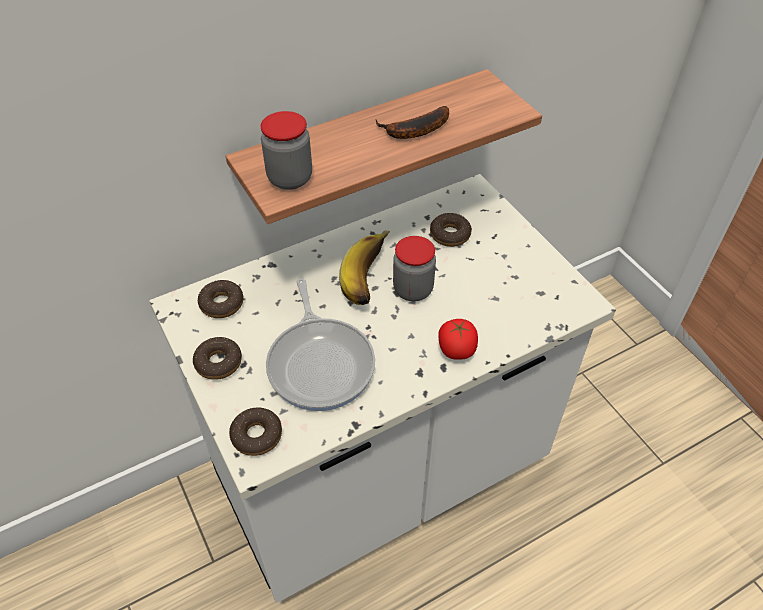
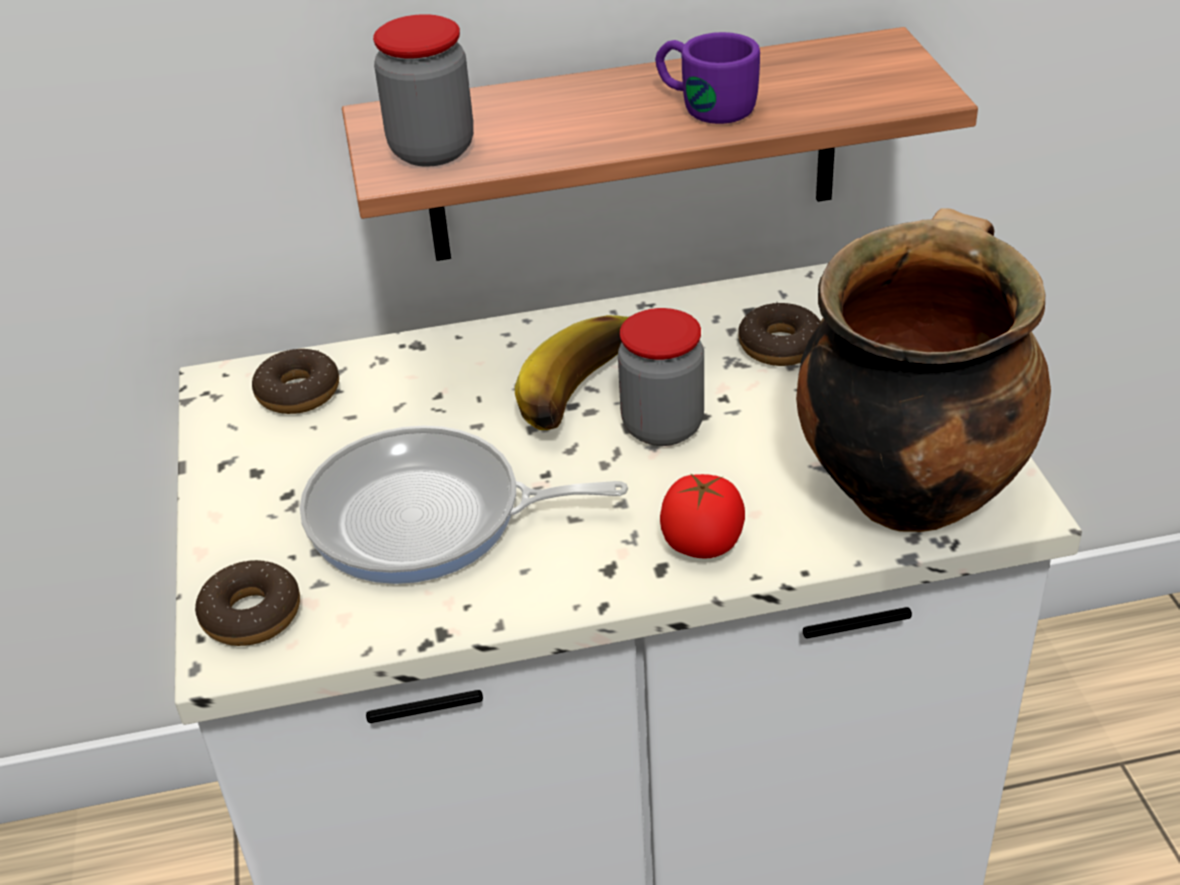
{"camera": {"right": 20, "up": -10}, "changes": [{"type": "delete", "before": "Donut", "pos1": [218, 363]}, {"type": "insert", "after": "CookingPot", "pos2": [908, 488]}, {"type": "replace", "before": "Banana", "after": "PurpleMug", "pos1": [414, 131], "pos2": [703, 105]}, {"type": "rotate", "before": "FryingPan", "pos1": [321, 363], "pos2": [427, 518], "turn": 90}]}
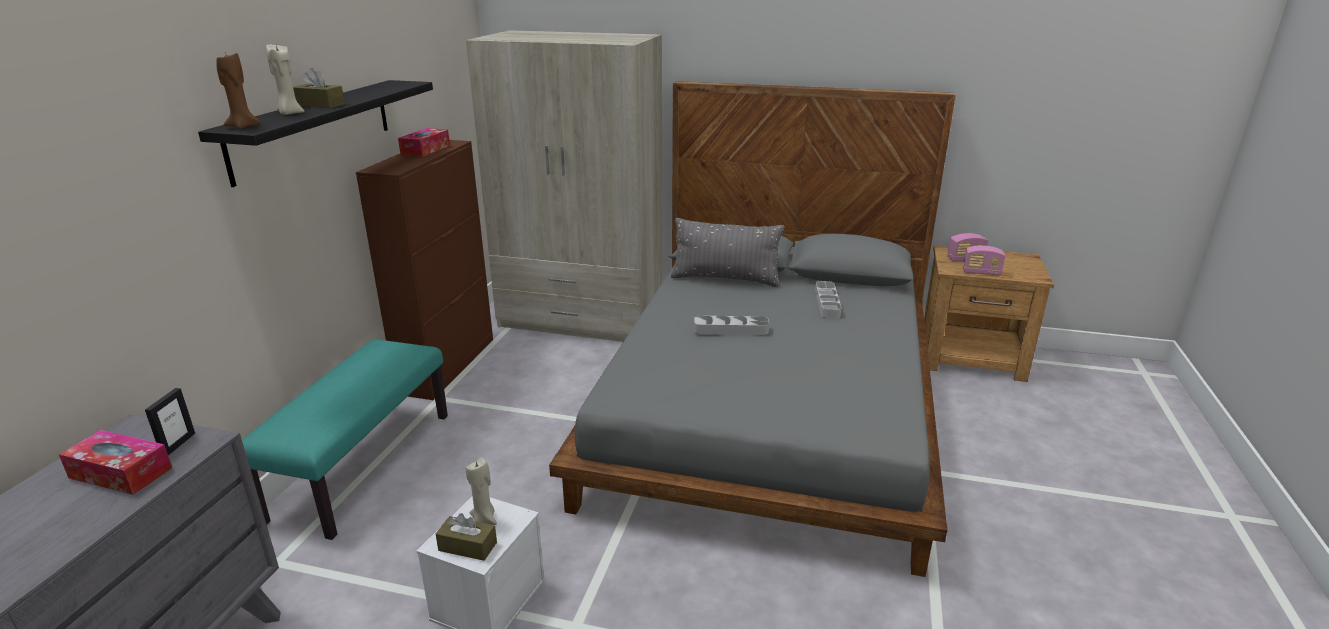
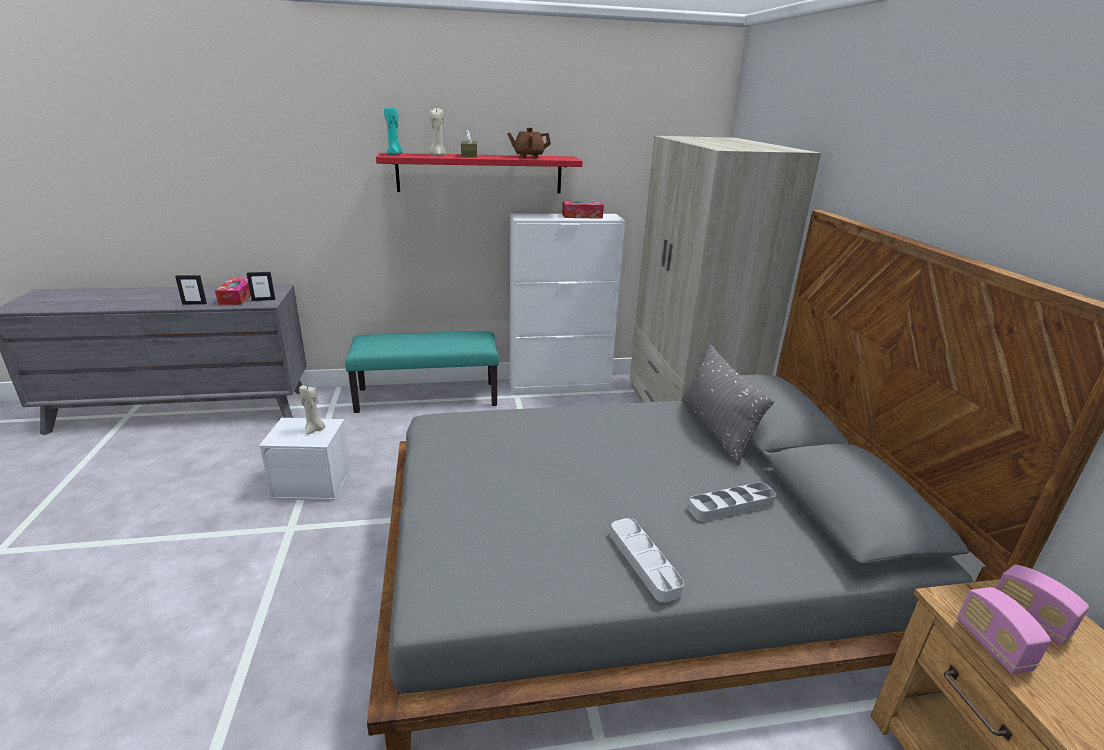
{"camera": {"right": 65, "up": 0}, "changes": [{"type": "delete", "before": "BrownTissueBox", "pos1": [467, 546]}, {"type": "insert", "after": "PictureFrame", "pos2": [194, 304]}, {"type": "insert", "after": "BrownTeapot", "pos2": [528, 157]}, {"type": "move", "before": "GreyTray", "pos1": [731, 329], "pos2": [644, 562]}, {"type": "recolor", "before": "BlackShelf", "after": "RedShelf", "pos1": [314, 128], "pos2": [480, 173]}, {"type": "recolor", "before": "BrownCandle", "after": "TurquoiseCandle", "pos1": [243, 127], "pos2": [394, 154]}, {"type": "recolor", "before": "BrownCabinet", "after": "WhiteCabinet", "pos1": [448, 365], "pos2": [560, 385]}]}
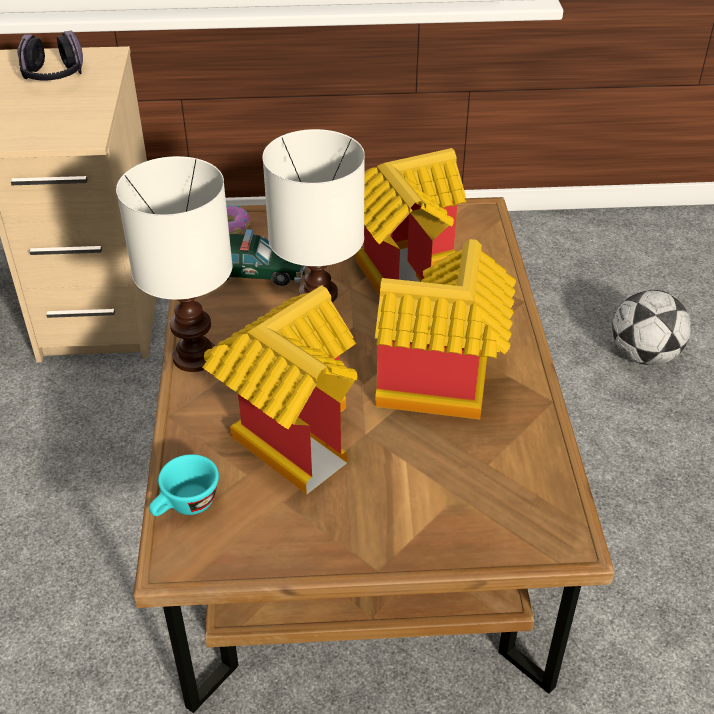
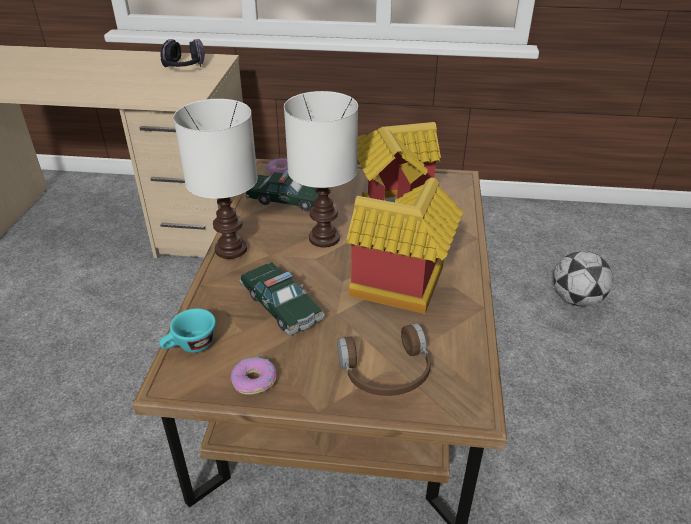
{"camera": {"right": 10, "up": -5}, "changes": [{"type": "insert", "after": "Donut", "pos2": [254, 381]}, {"type": "insert", "after": "BrownHeadphones", "pos2": [387, 373]}, {"type": "replace", "before": "ToyHouse", "after": "ToyCar", "pos1": [289, 432], "pos2": [281, 306]}]}
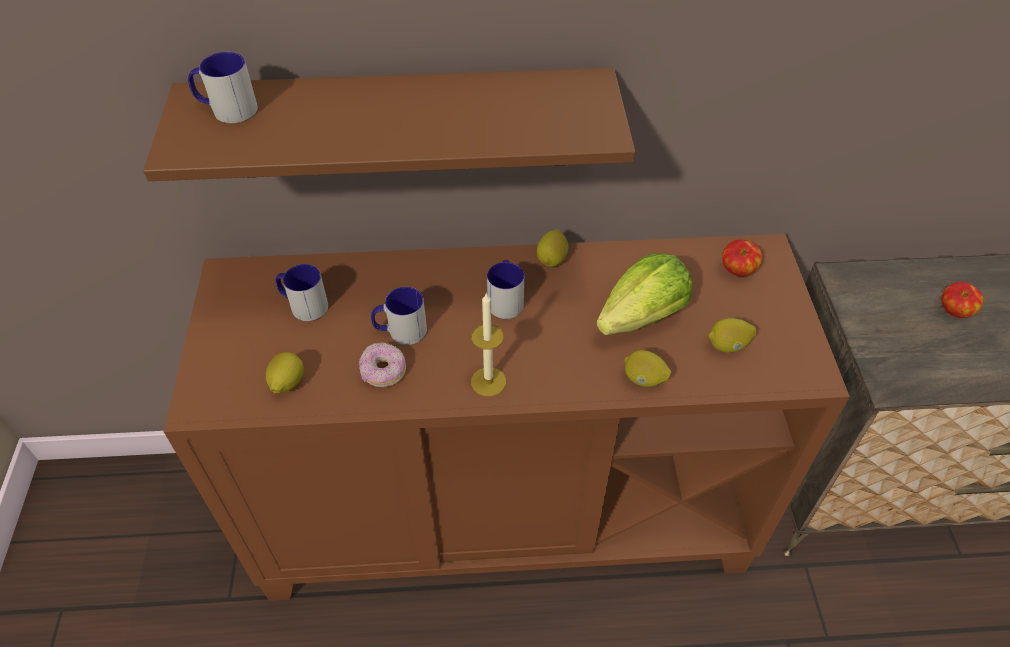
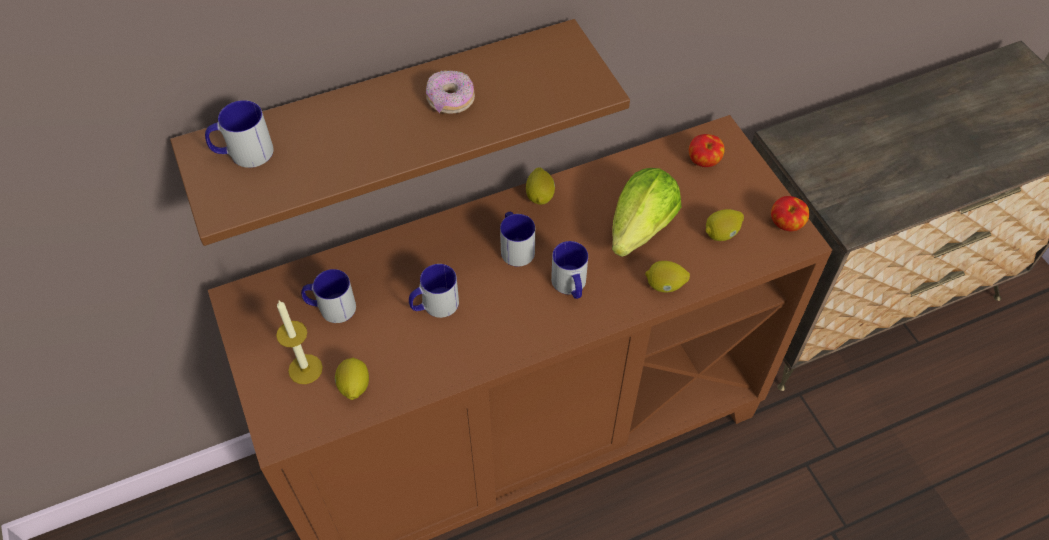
{"camera": {"right": -20, "up": 5}, "changes": [{"type": "insert", "after": "Mug", "pos2": [570, 286]}, {"type": "move", "before": "Donut", "pos1": [383, 371], "pos2": [450, 100]}, {"type": "move", "before": "Candle", "pos1": [488, 381], "pos2": [305, 369]}, {"type": "move", "before": "Apple", "pos1": [954, 312], "pos2": [785, 225]}]}
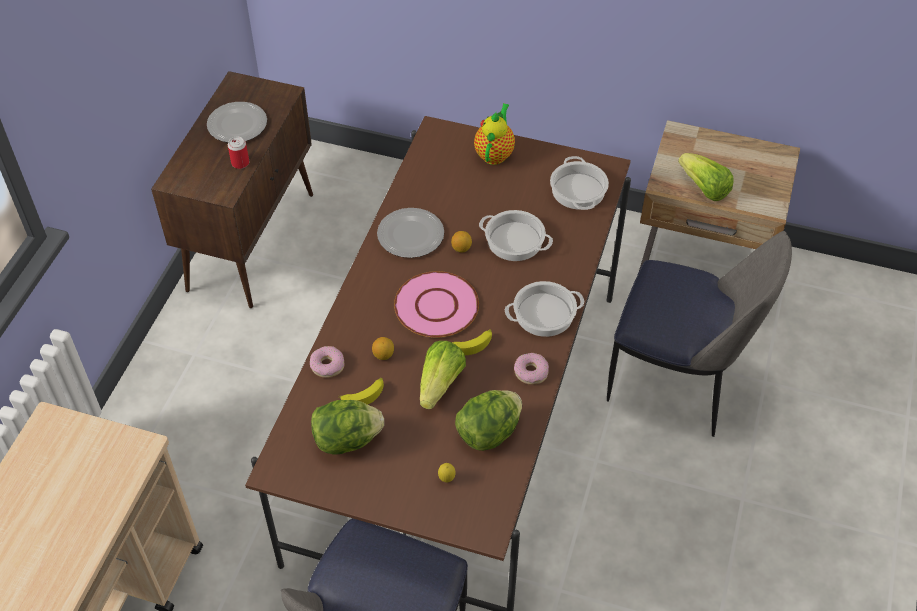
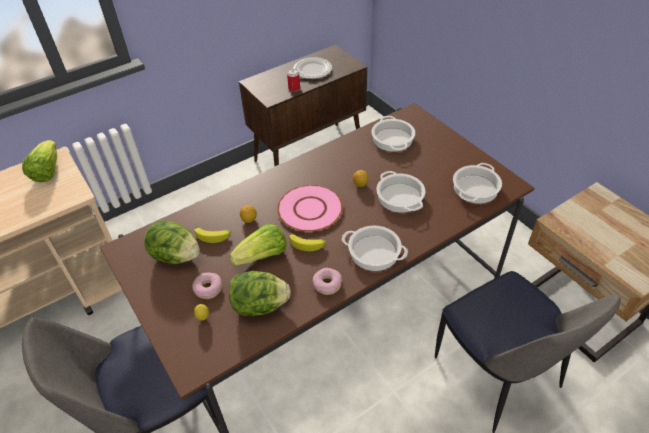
{"camera": {"right": 40, "up": -5}, "changes": [{"type": "delete", "before": "Plate", "pos1": [410, 234]}, {"type": "delete", "before": "Teapot", "pos1": [495, 153]}, {"type": "insert", "after": "CookingPot", "pos2": [392, 139]}, {"type": "move", "before": "Donut", "pos1": [327, 365], "pos2": [208, 288]}, {"type": "move", "before": "Lettuce", "pos1": [703, 188], "pos2": [47, 171]}]}
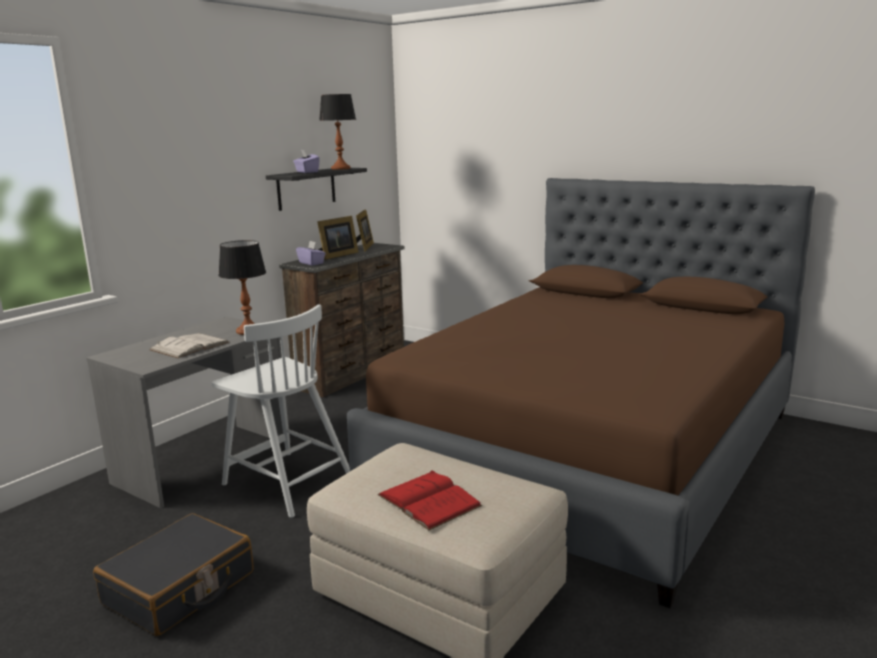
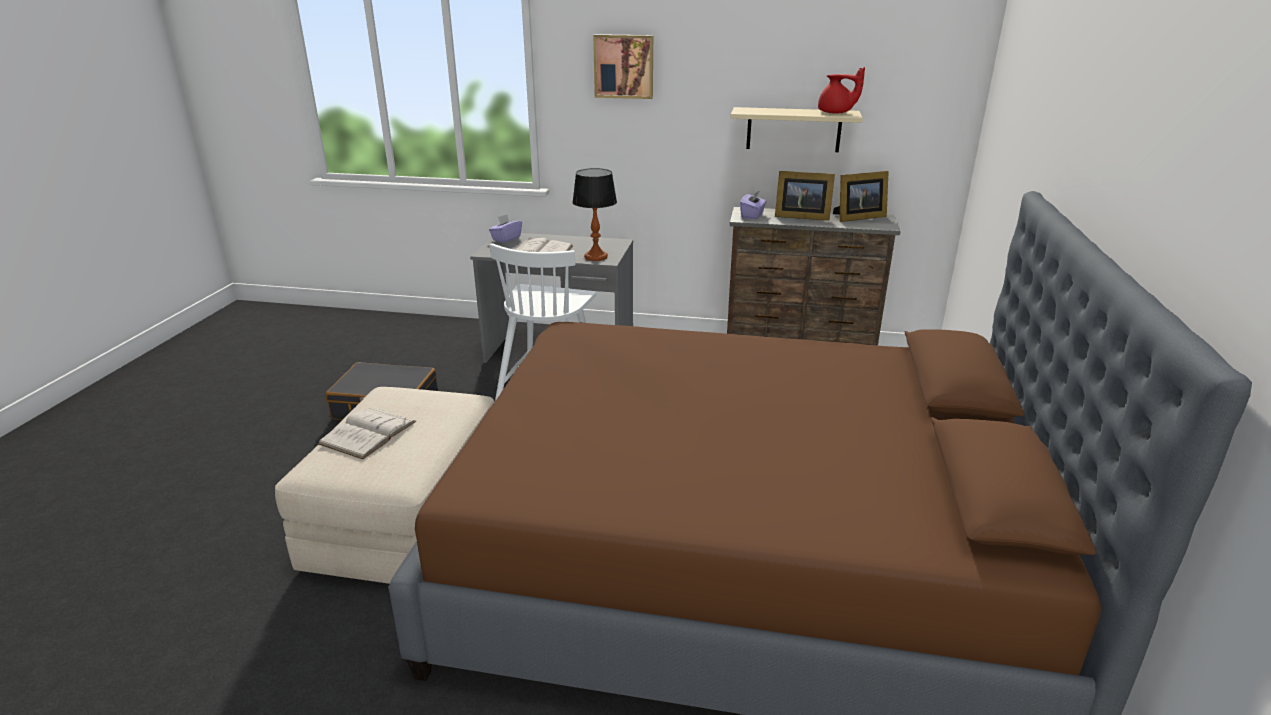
{"camera": {"right": 65, "up": 10}, "changes": [{"type": "insert", "after": "Picture", "pos2": [624, 66]}, {"type": "move", "before": "PurpleTissueBox", "pos1": [307, 172], "pos2": [506, 238]}, {"type": "replace", "before": "TableLamp", "after": "RedTeapot", "pos1": [341, 168], "pos2": [836, 113]}, {"type": "recolor", "before": "BlackShelf", "after": "BeigeShelf", "pos1": [306, 188], "pos2": [793, 129]}, {"type": "recolor", "before": "RedBook", "after": "WhiteBook", "pos1": [428, 500], "pos2": [368, 432]}]}
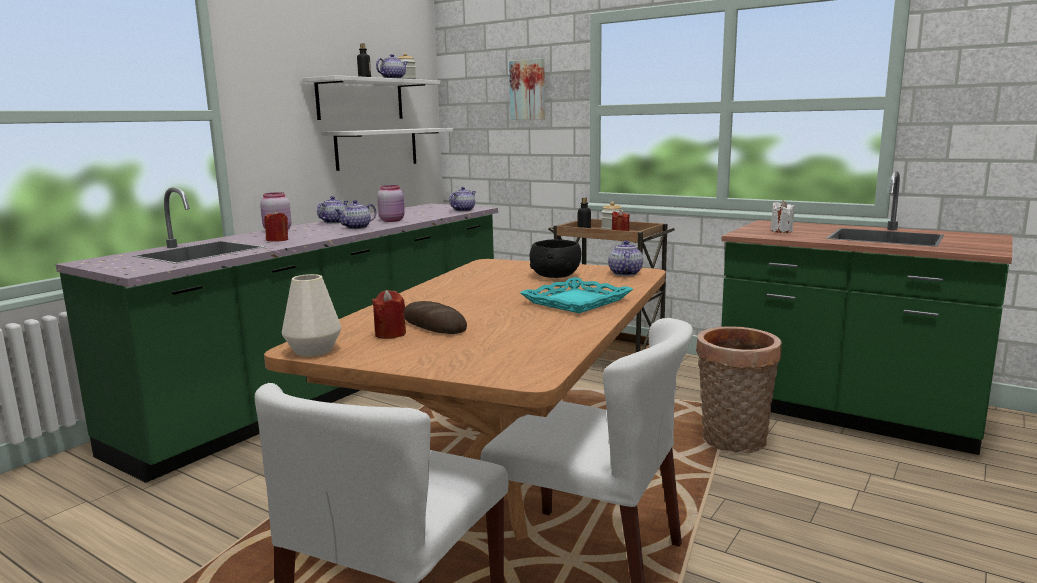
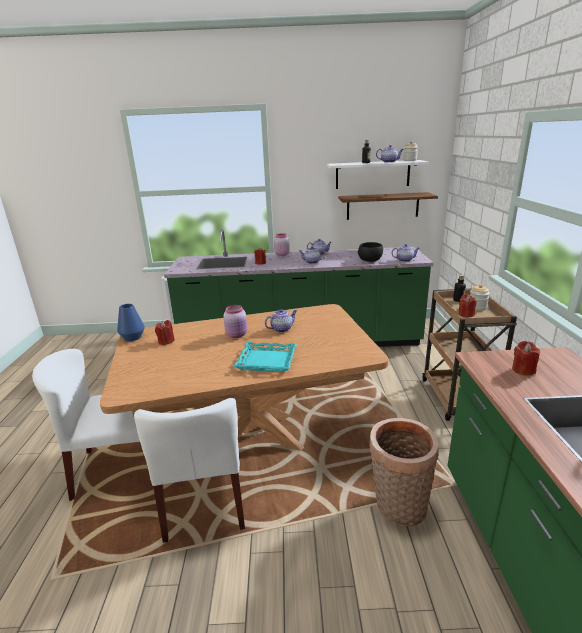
{"camera": {"right": 55, "up": 10}, "changes": [{"type": "delete", "before": "Bread", "pos1": [433, 324]}, {"type": "delete", "before": "Picture", "pos1": [528, 89]}, {"type": "move", "before": "PinkJar", "pos1": [392, 220], "pos2": [237, 335]}, {"type": "move", "before": "BlackBowl", "pos1": [556, 276], "pos2": [370, 260]}, {"type": "move", "before": "Teapot", "pos1": [624, 273], "pos2": [282, 329]}, {"type": "recolor", "before": "WhiteVase", "after": "BlueVase", "pos1": [314, 350], "pos2": [133, 337]}, {"type": "recolor", "before": "WhiteShelf", "after": "BrownShelf", "pos1": [377, 148], "pos2": [382, 206]}, {"type": "recolor", "before": "WhiteCandle", "after": "RedCandle", "pos1": [781, 231], "pos2": [523, 370]}]}
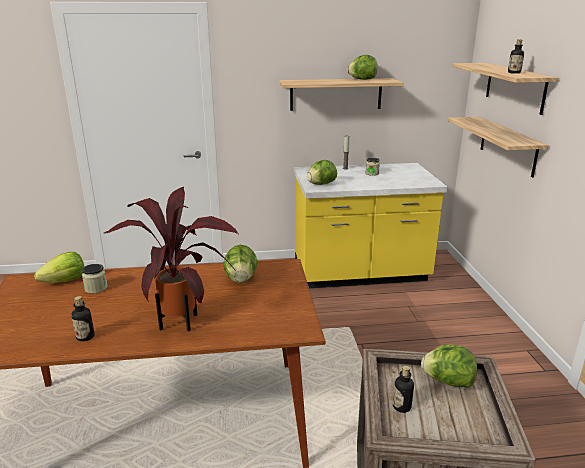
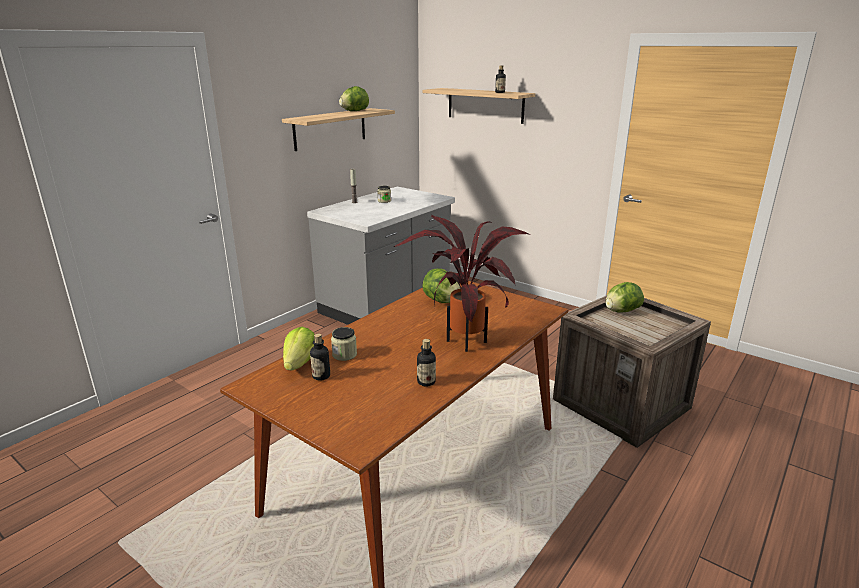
{"camera": {"right": -45, "up": 0}, "changes": [{"type": "delete", "before": "Lettuce", "pos1": [321, 184]}, {"type": "delete", "before": "Shelf", "pos1": [507, 145]}, {"type": "move", "before": "Bottle", "pos1": [401, 406], "pos2": [321, 376]}, {"type": "recolor", "before": "YellowCounter", "after": "GreyCounter", "pos1": [360, 273], "pos2": [387, 301]}]}
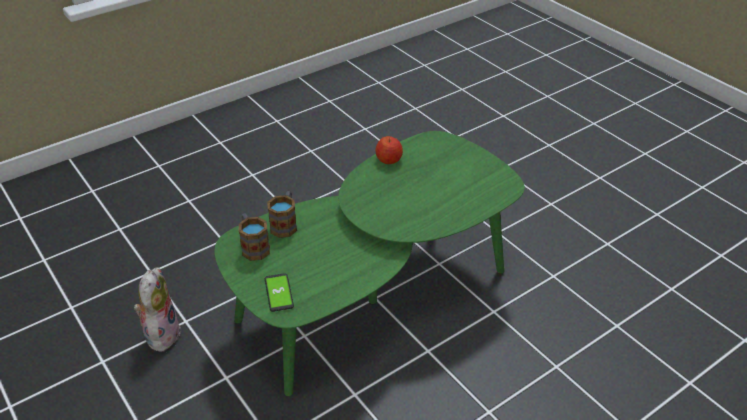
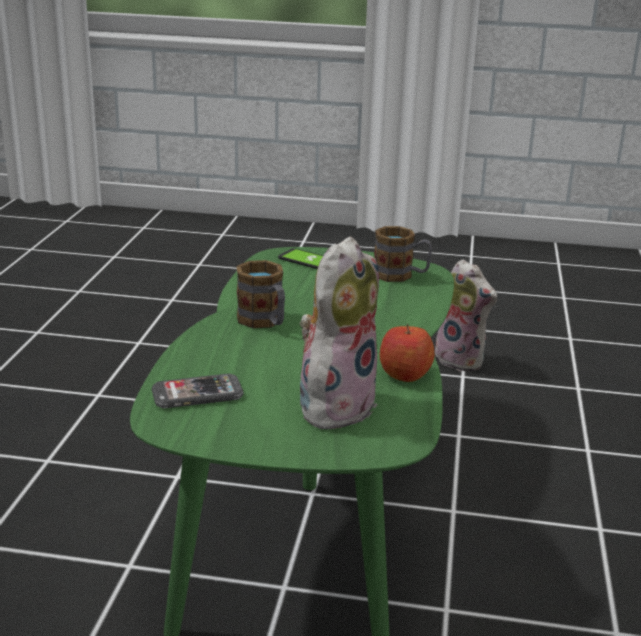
{"camera": {"right": 135, "up": -15}, "changes": [{"type": "insert", "after": "Phone", "pos2": [197, 394]}, {"type": "insert", "after": "PlushToy", "pos2": [335, 404]}, {"type": "move", "before": "Mug", "pos1": [285, 224], "pos2": [264, 322]}]}
